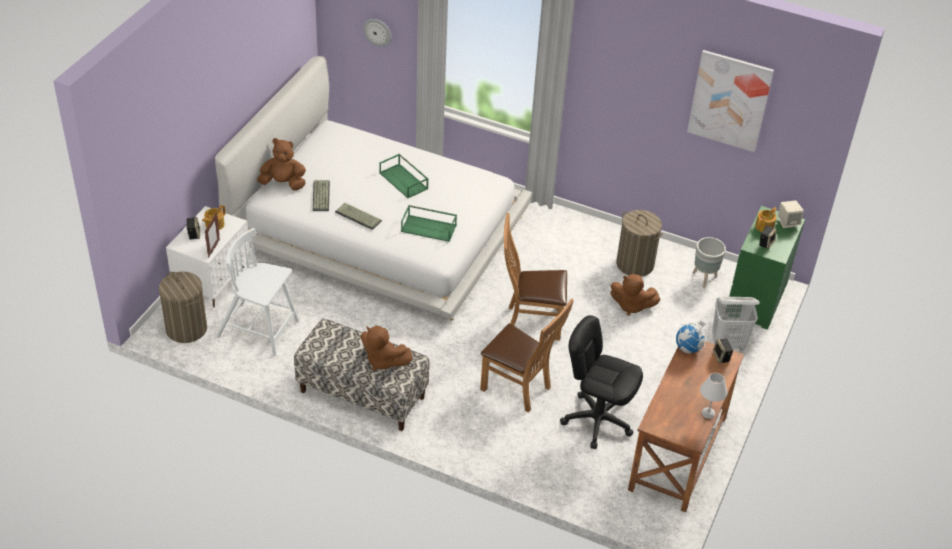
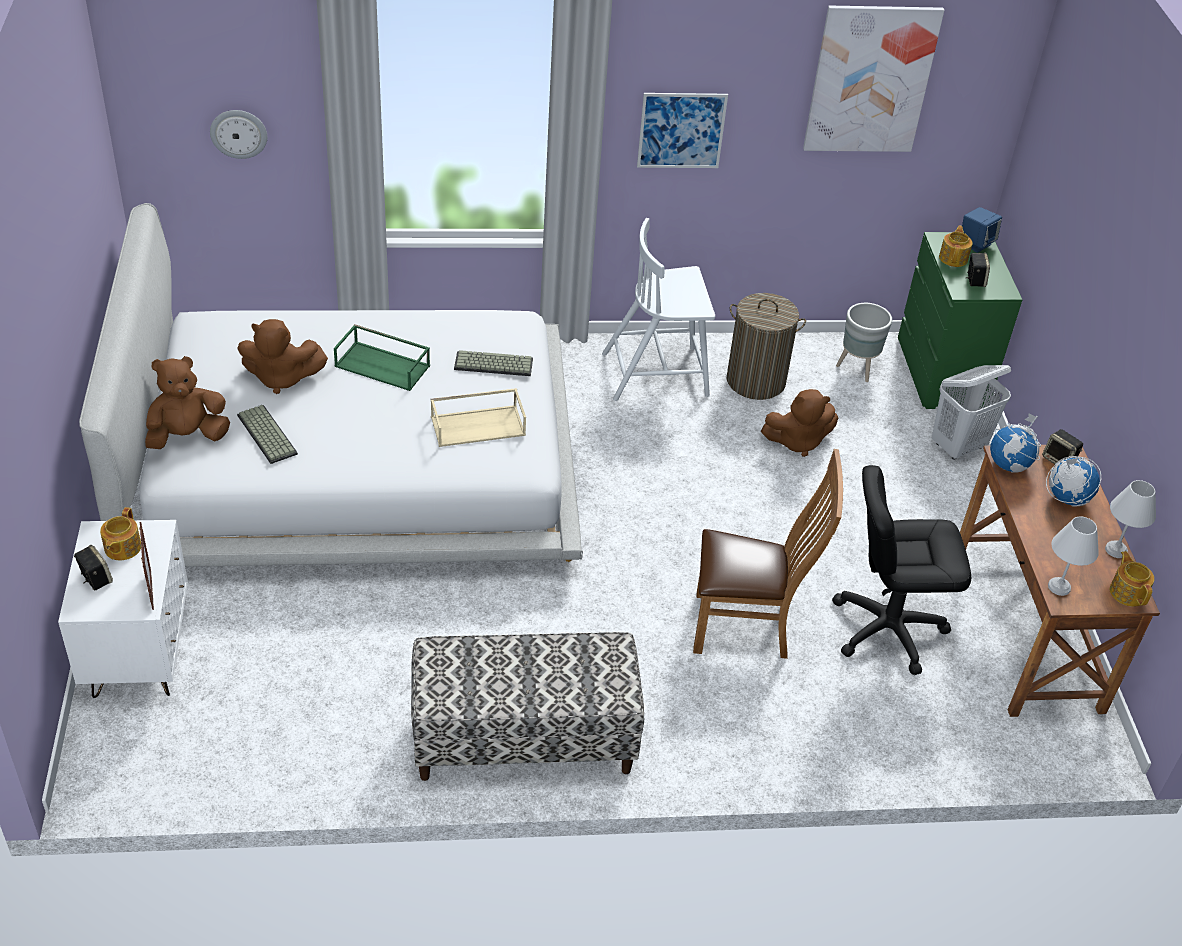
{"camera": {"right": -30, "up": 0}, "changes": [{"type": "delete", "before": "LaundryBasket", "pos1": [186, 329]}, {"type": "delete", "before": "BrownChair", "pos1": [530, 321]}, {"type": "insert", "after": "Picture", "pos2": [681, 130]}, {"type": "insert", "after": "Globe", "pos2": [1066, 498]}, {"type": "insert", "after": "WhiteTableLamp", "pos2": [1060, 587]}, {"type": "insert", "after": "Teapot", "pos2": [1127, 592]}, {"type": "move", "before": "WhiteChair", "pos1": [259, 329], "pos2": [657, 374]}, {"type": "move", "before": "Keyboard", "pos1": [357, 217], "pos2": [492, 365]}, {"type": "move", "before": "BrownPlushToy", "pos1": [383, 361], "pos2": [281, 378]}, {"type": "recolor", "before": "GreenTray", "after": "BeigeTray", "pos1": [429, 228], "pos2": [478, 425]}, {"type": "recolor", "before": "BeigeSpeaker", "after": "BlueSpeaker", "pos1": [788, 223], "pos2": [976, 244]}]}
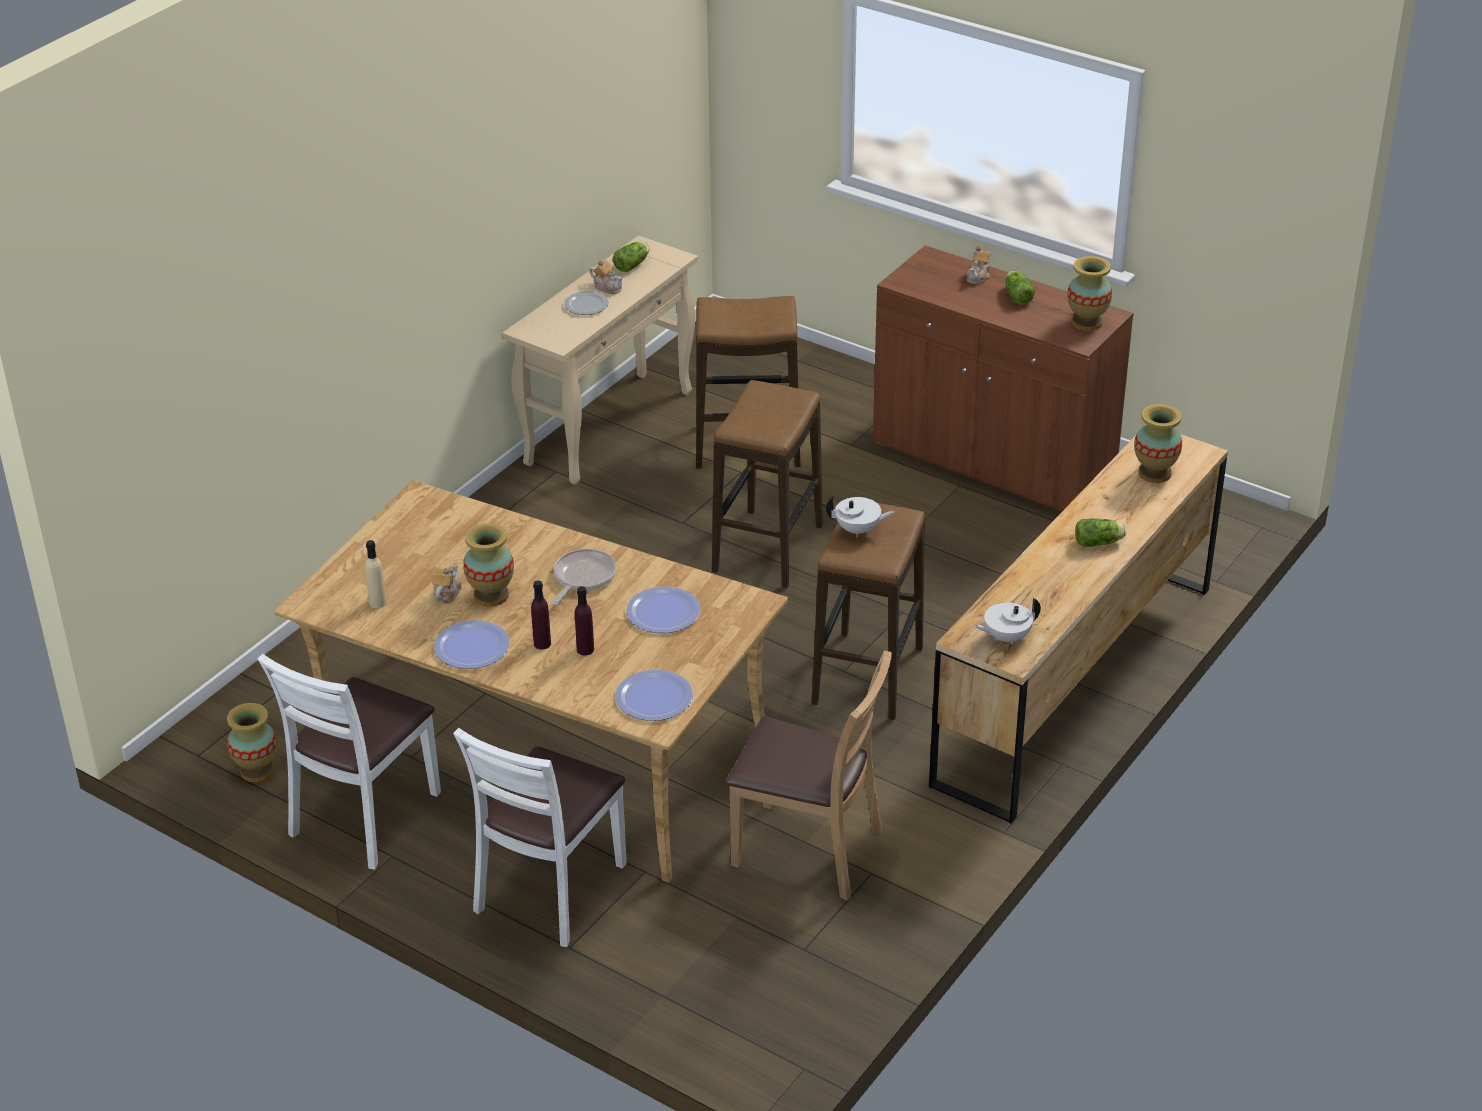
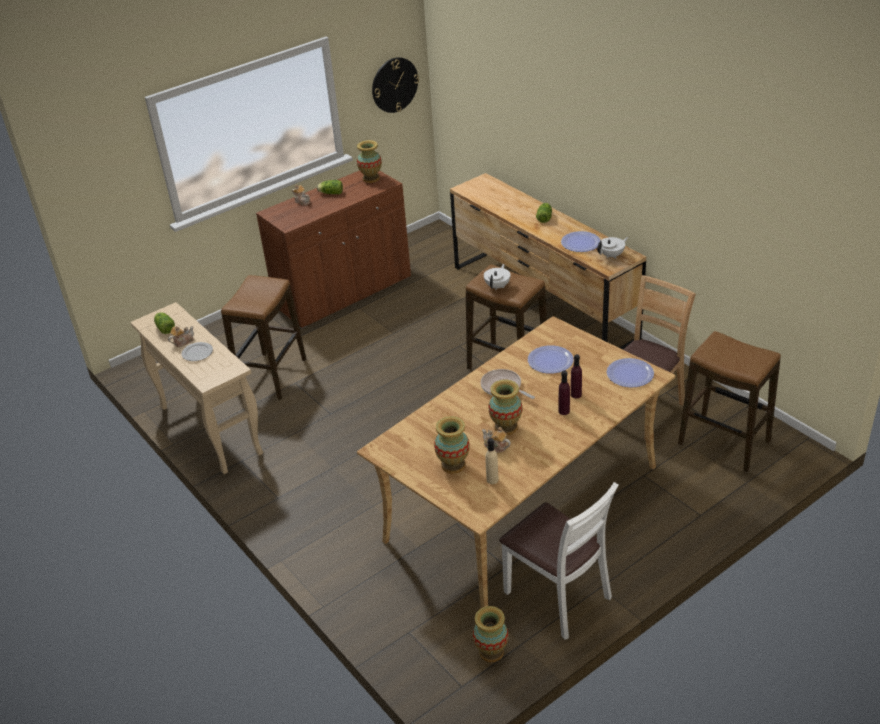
{"camera": {"right": -70, "up": 0}, "changes": [{"type": "delete", "before": "WhiteChair", "pos1": [551, 890]}, {"type": "insert", "after": "WallClock", "pos2": [394, 85]}, {"type": "move", "before": "Plate", "pos1": [472, 646], "pos2": [580, 243]}, {"type": "move", "before": "Stool", "pos1": [767, 548], "pos2": [723, 443]}, {"type": "move", "before": "Vase", "pos1": [1154, 473], "pos2": [453, 465]}, {"type": "rotate", "before": "WhiteTeapot", "pos1": [1006, 637], "pos2": [612, 255], "turn": -120}]}
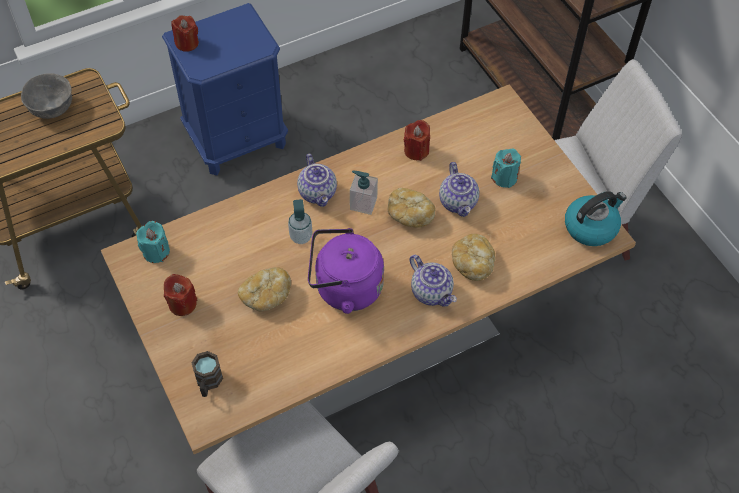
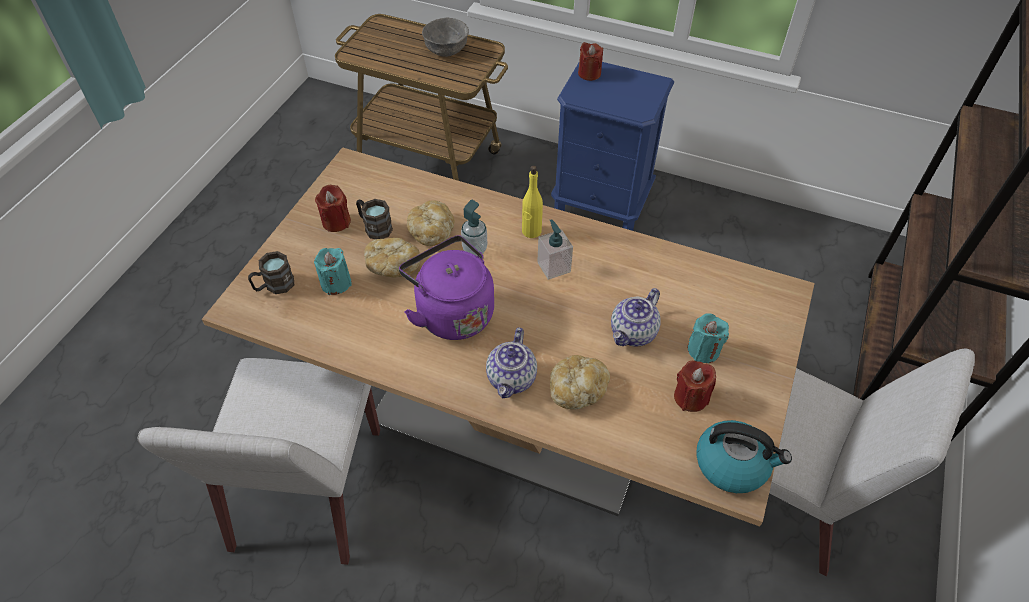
{"camera": {"right": 50, "up": -5}, "changes": [{"type": "insert", "after": "BrownMug", "pos2": [374, 227]}, {"type": "move", "before": "TurquoiseCandle", "pos1": [156, 251], "pos2": [336, 283]}, {"type": "move", "before": "Bread", "pos1": [410, 214], "pos2": [432, 231]}, {"type": "move", "before": "RedCandle", "pos1": [416, 150], "pos2": [690, 397]}, {"type": "replace", "before": "Teapot", "after": "YellowBottle", "pos1": [318, 193], "pos2": [531, 231]}]}
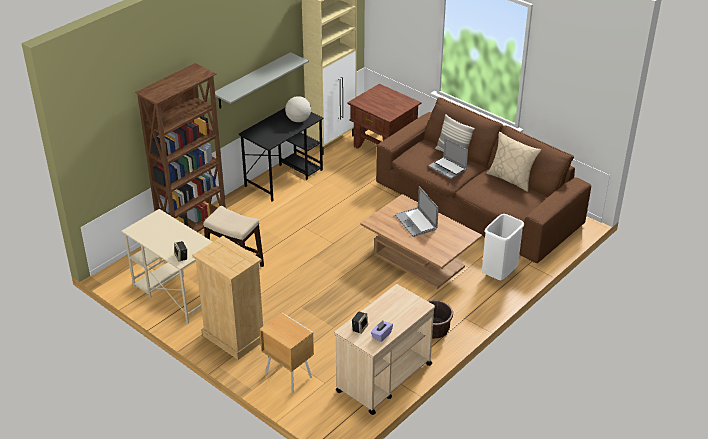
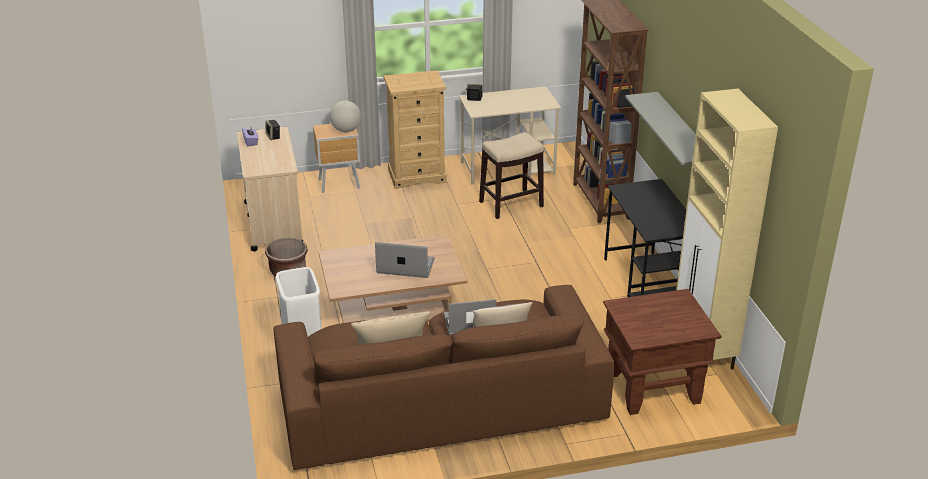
{"camera": {"right": 125, "up": -5}, "changes": [{"type": "move", "before": "Globe", "pos1": [298, 120], "pos2": [346, 130]}]}
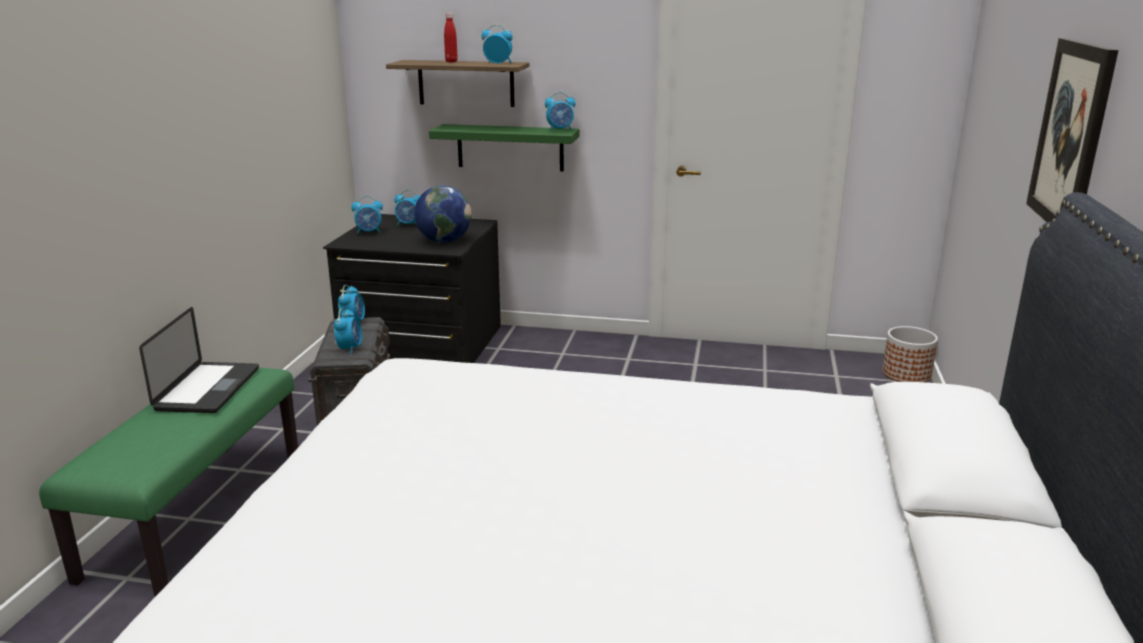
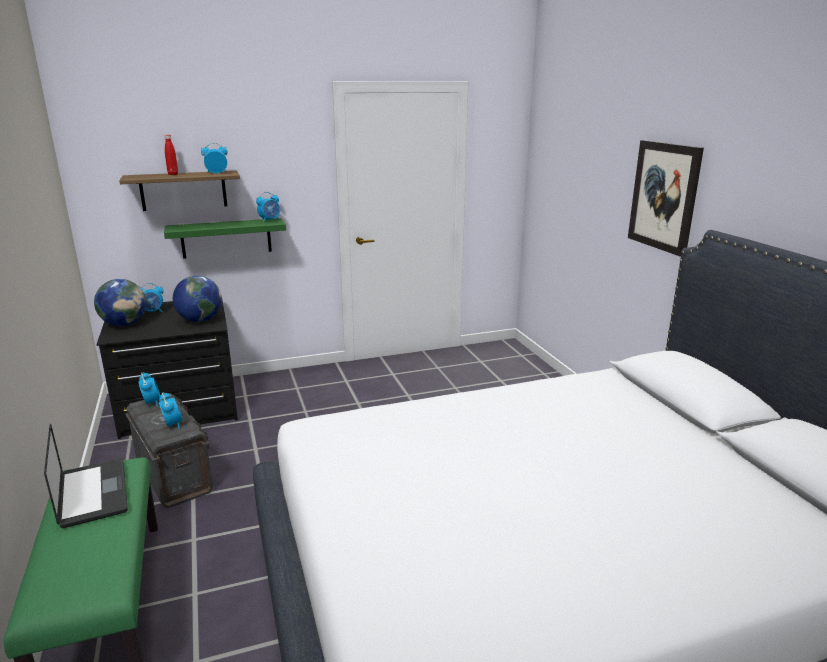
{"camera": {"right": -30, "up": 0}, "changes": [{"type": "delete", "before": "Planter", "pos1": [906, 374]}, {"type": "replace", "before": "AlarmClock", "after": "Globe", "pos1": [369, 232], "pos2": [124, 324]}]}
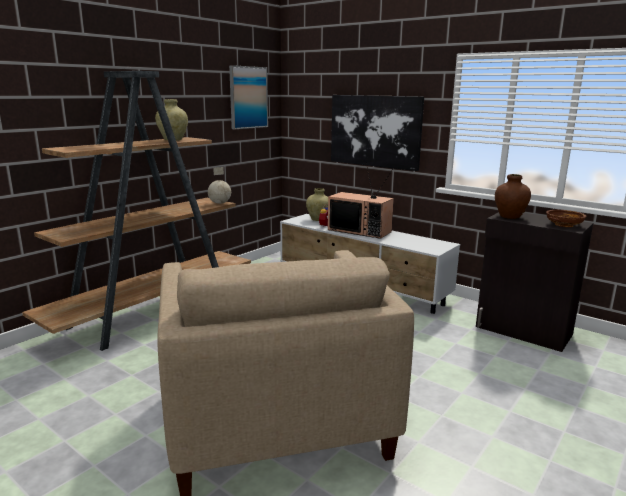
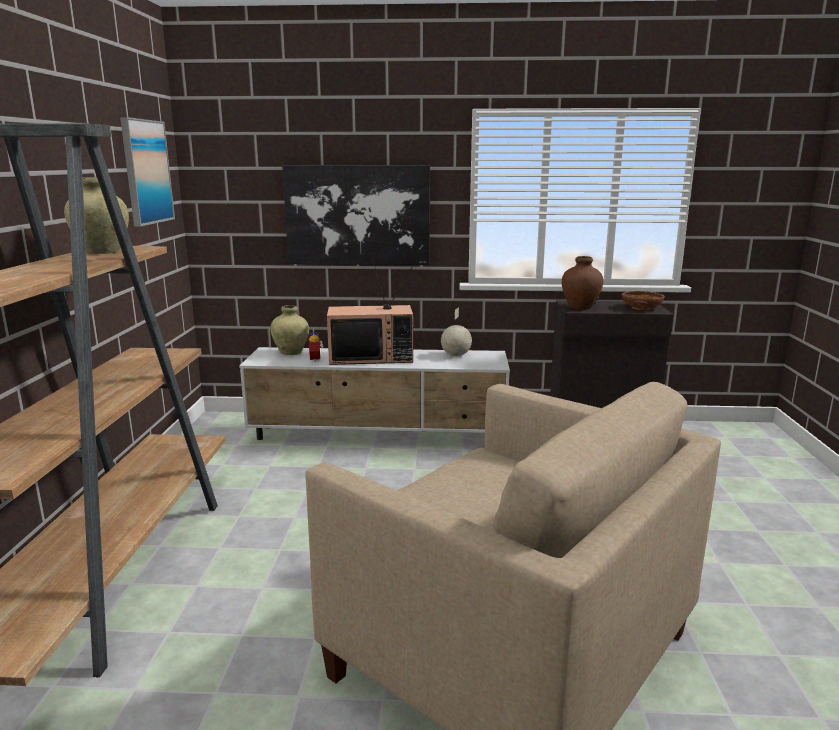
{"camera": {"right": -35, "up": 0}, "changes": [{"type": "move", "before": "Globe", "pos1": [219, 203], "pos2": [455, 355]}]}
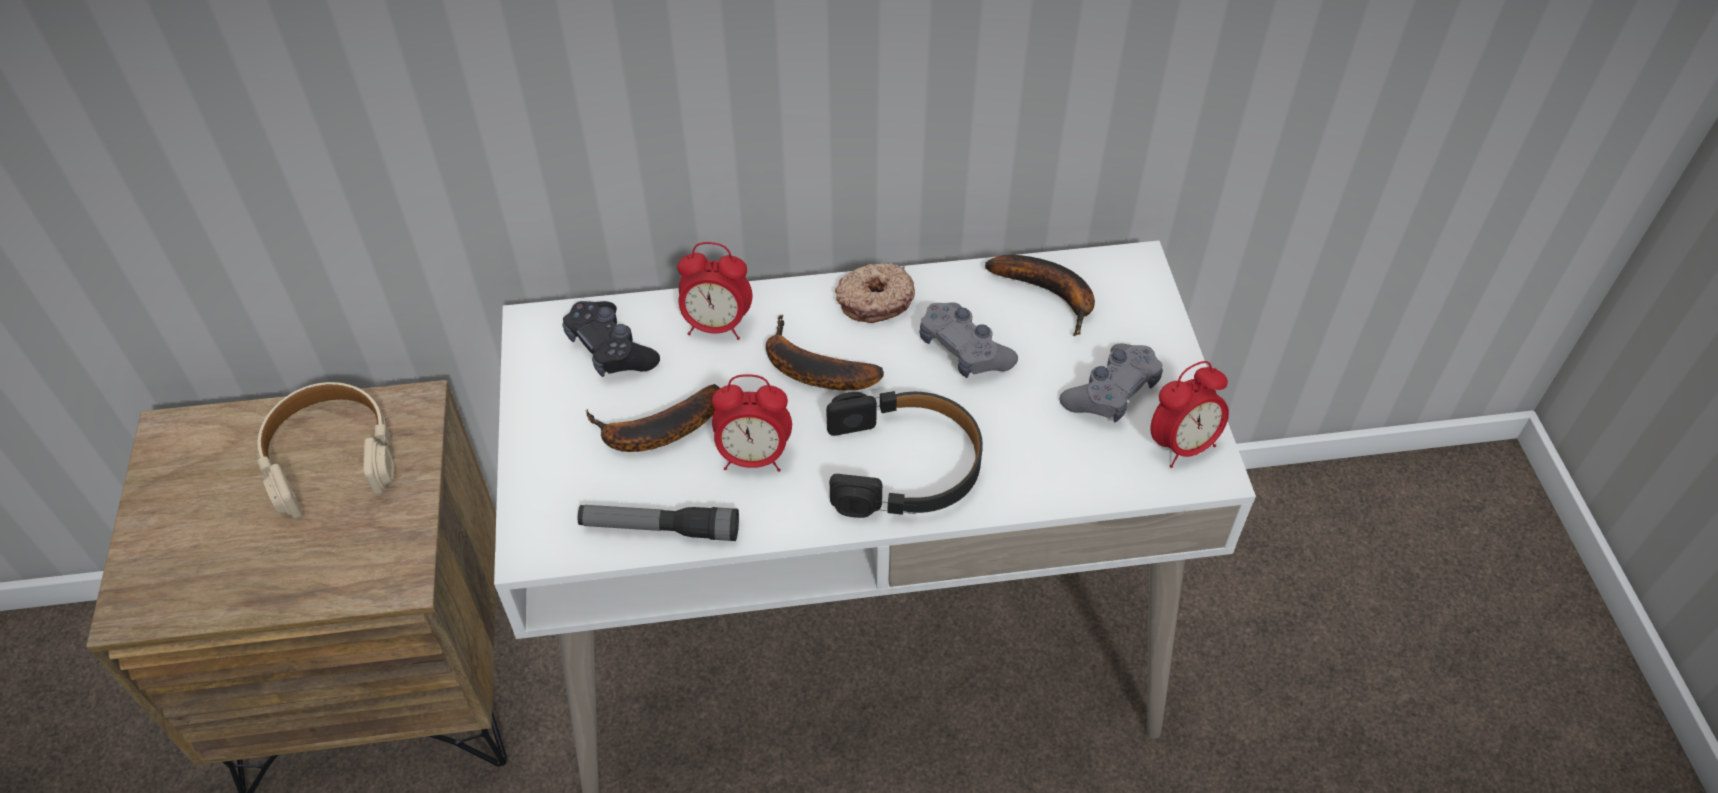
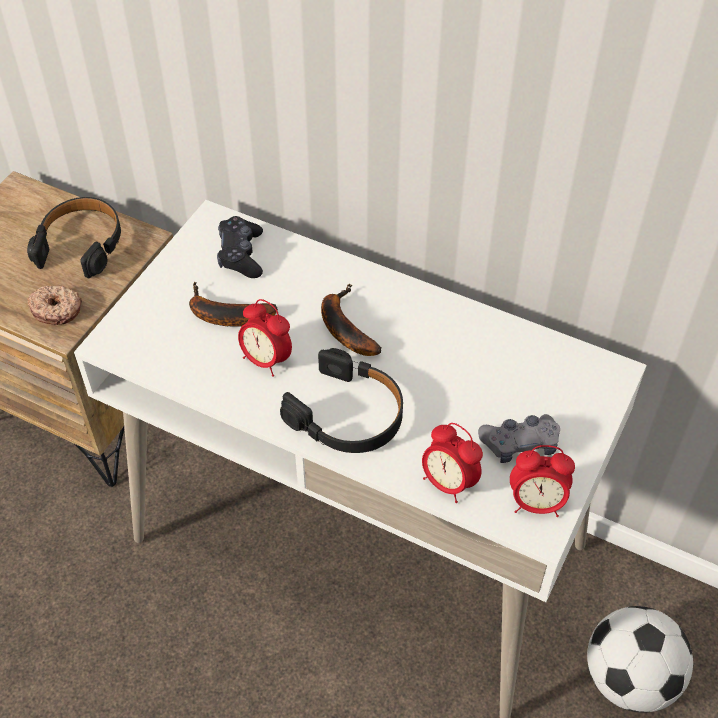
{"camera": {"right": 35, "up": 0}, "changes": [{"type": "delete", "before": "Flashlight", "pos1": [659, 528]}, {"type": "delete", "before": "GreyGameController", "pos1": [964, 350]}, {"type": "delete", "before": "Banana", "pos1": [1051, 294]}, {"type": "insert", "after": "Football", "pos2": [629, 678]}, {"type": "move", "before": "AlarmClock", "pos1": [717, 325], "pos2": [448, 482]}, {"type": "move", "before": "Donut", "pos1": [874, 300], "pos2": [56, 309]}, {"type": "recolor", "before": "BeigeHeadphones", "after": "BlackHeadphones", "pos1": [330, 456], "pos2": [81, 244]}]}
